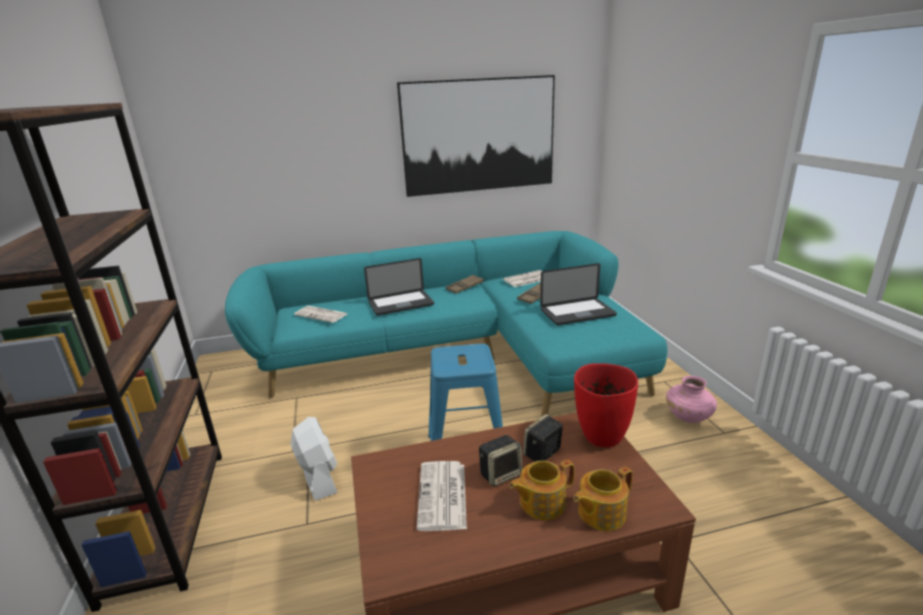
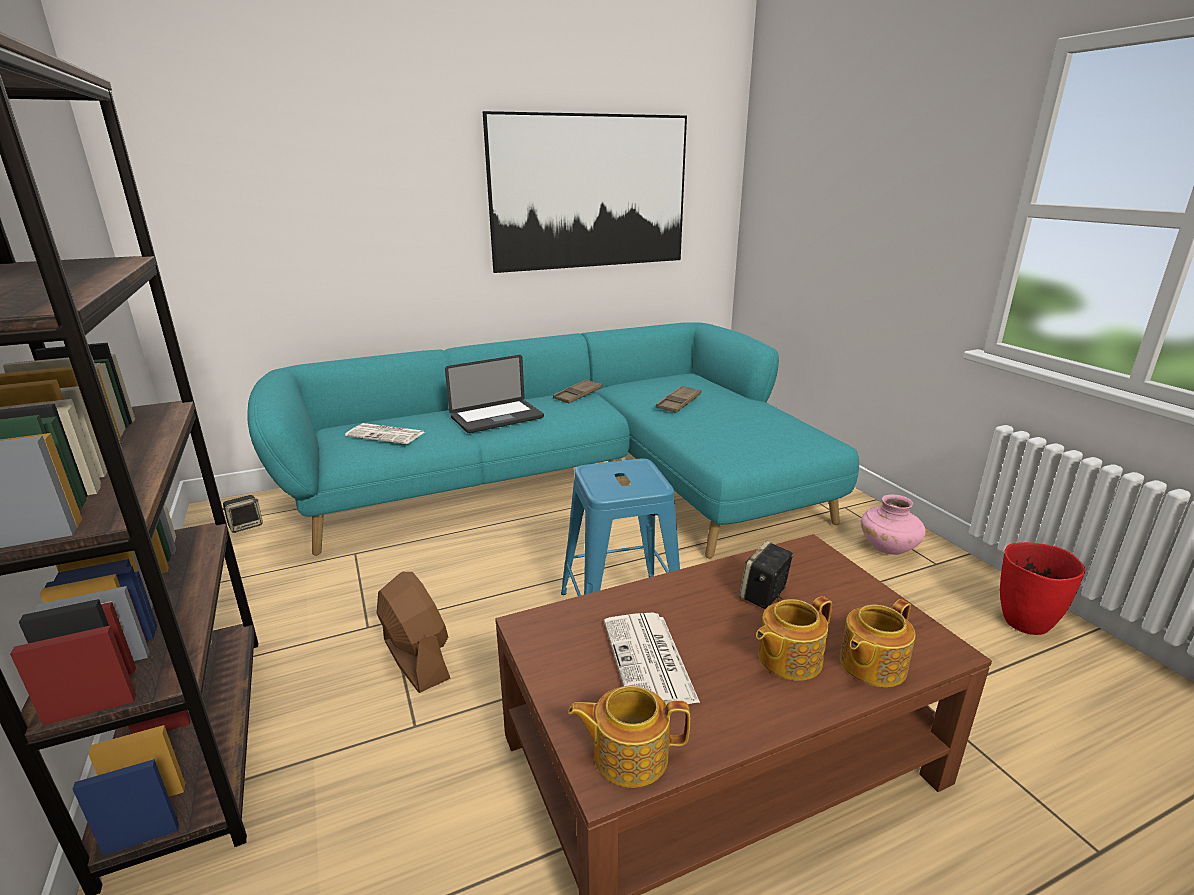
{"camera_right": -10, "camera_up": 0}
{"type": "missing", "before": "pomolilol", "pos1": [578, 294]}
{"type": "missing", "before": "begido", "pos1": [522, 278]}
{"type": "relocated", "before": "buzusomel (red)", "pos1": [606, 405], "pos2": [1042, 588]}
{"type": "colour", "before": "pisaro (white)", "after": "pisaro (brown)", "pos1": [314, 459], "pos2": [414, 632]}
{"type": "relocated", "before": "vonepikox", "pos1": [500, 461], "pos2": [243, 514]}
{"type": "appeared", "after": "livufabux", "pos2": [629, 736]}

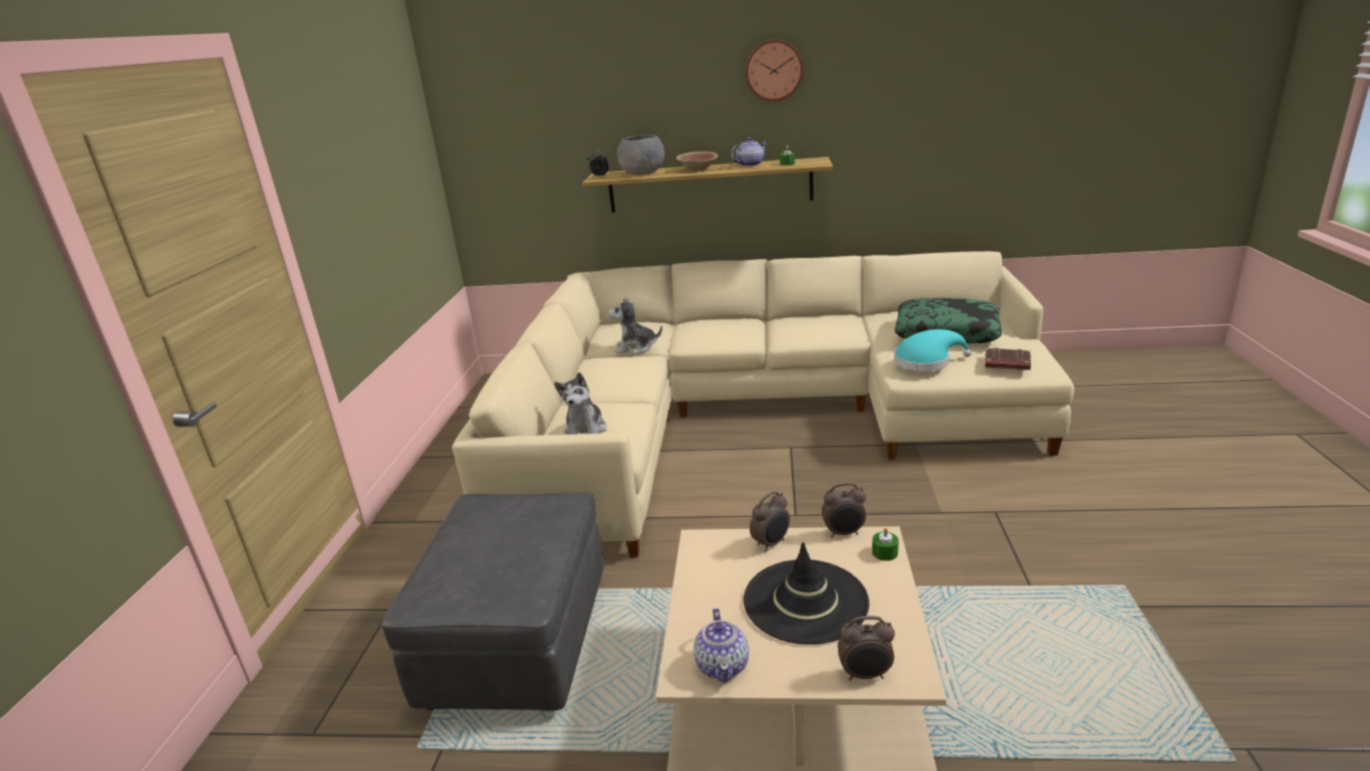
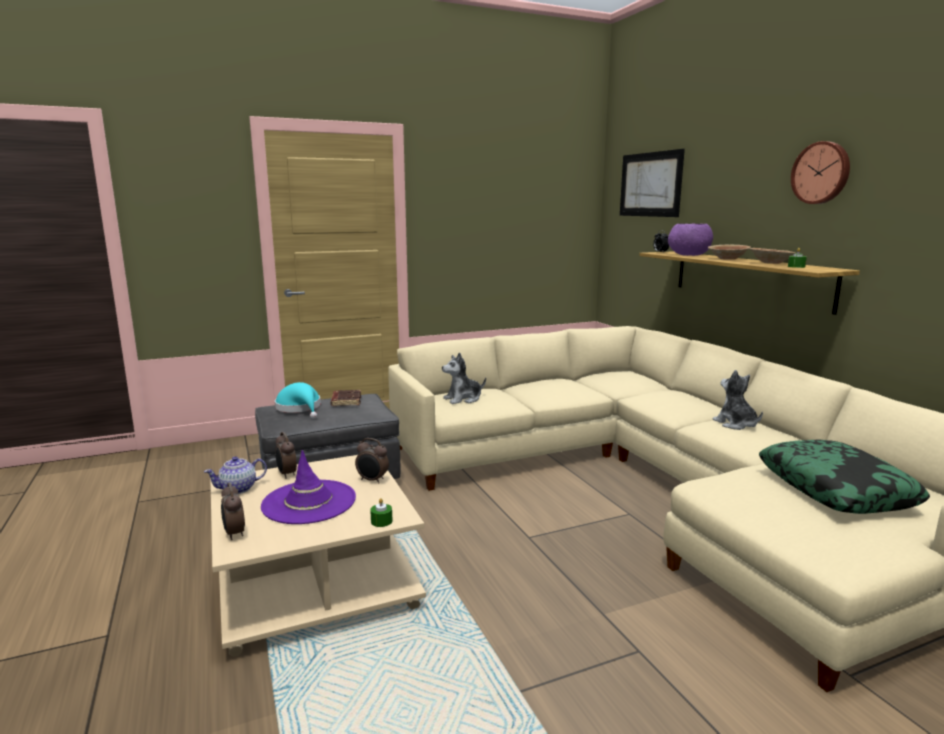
{"camera_right": 60, "camera_up": -10}
{"type": "colour", "before": "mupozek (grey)", "after": "mupozek (purple)", "pos1": [641, 155], "pos2": [690, 240]}
{"type": "exchanged", "before": "livufabux", "after": "mupozek (brown)", "pos1": [749, 152], "pos2": [772, 256]}
{"type": "relocated", "before": "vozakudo", "pos1": [635, 326], "pos2": [737, 400]}
{"type": "relocated", "before": "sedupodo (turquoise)", "pos1": [933, 350], "pos2": [298, 400]}
{"type": "relocated", "before": "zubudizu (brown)", "pos1": [1008, 359], "pos2": [346, 398]}
{"type": "relocated", "before": "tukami", "pos1": [844, 510], "pos2": [286, 455]}
{"type": "colour", "before": "sedupodo (black)", "after": "sedupodo (purple)", "pos1": [806, 593], "pos2": [308, 487]}
{"type": "appeared", "after": "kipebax", "pos2": [652, 183]}

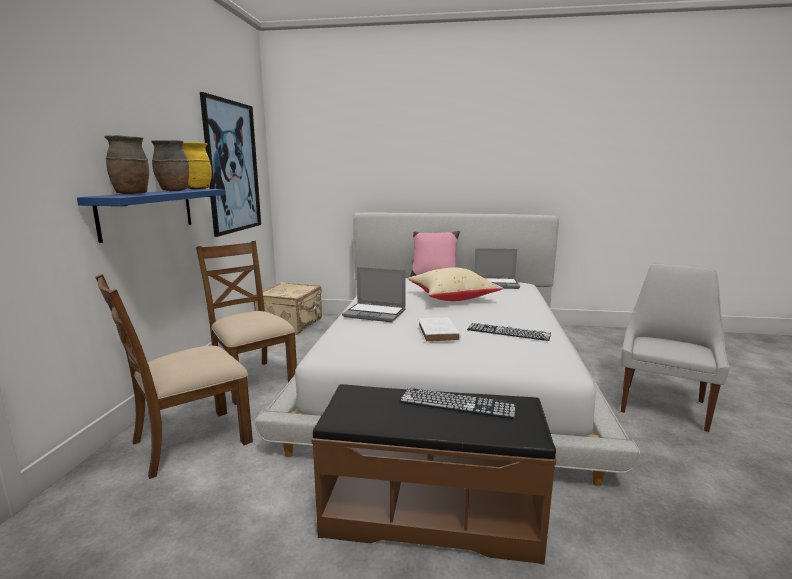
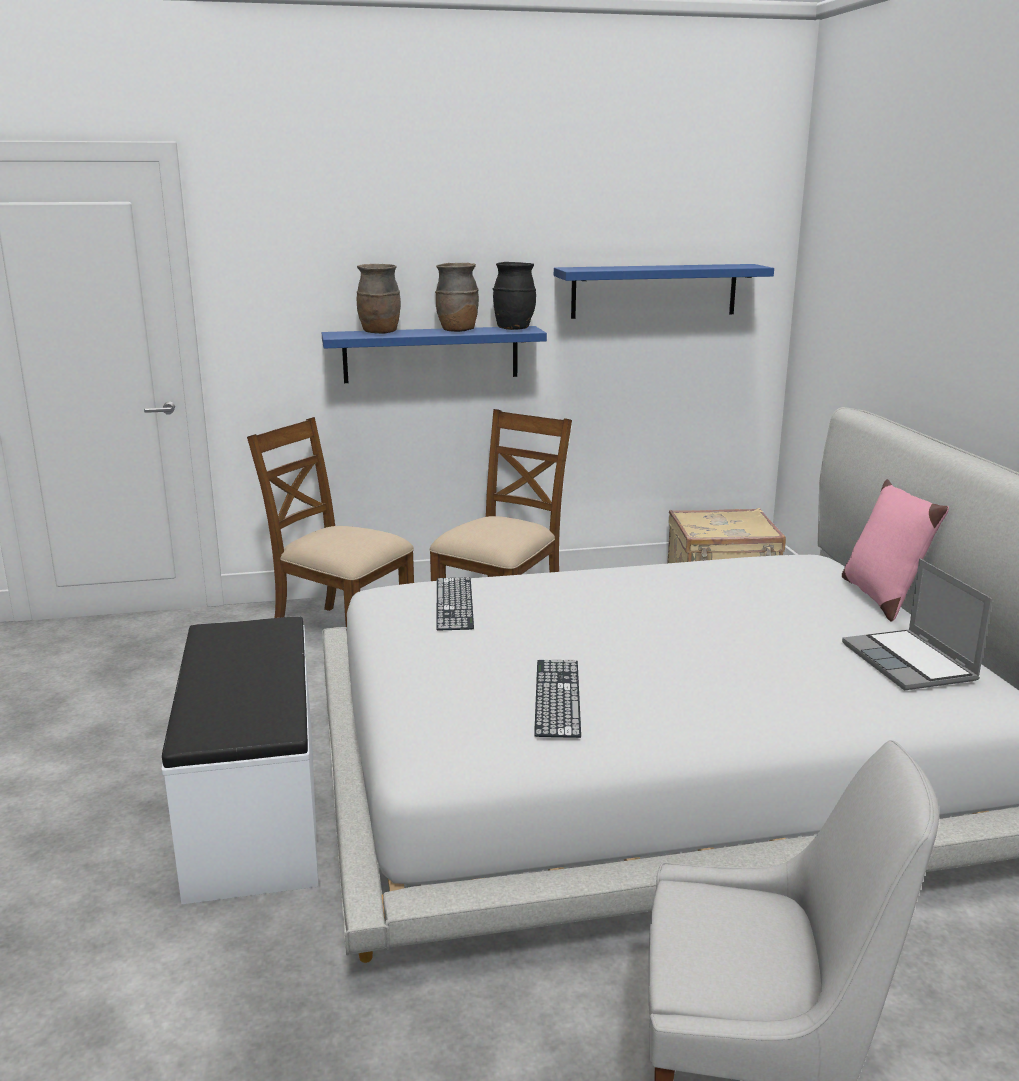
{"camera_right": 70, "camera_up": 5}
{"type": "exchanged", "before": "kipebax", "after": "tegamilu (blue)", "pos1": [230, 164], "pos2": [664, 291]}
{"type": "colour", "before": "buzusomel (yellow)", "after": "buzusomel (black)", "pos1": [197, 166], "pos2": [514, 296]}
{"type": "missing", "before": "pomolilol", "pos1": [374, 294]}
{"type": "missing", "before": "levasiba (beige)", "pos1": [455, 284]}
{"type": "missing", "before": "zubudizu (white)", "pos1": [439, 329]}
{"type": "colour", "before": "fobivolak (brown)", "after": "fobivolak (white)", "pos1": [433, 474], "pos2": [240, 760]}
{"type": "relocated", "before": "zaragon", "pos1": [457, 403], "pos2": [455, 604]}

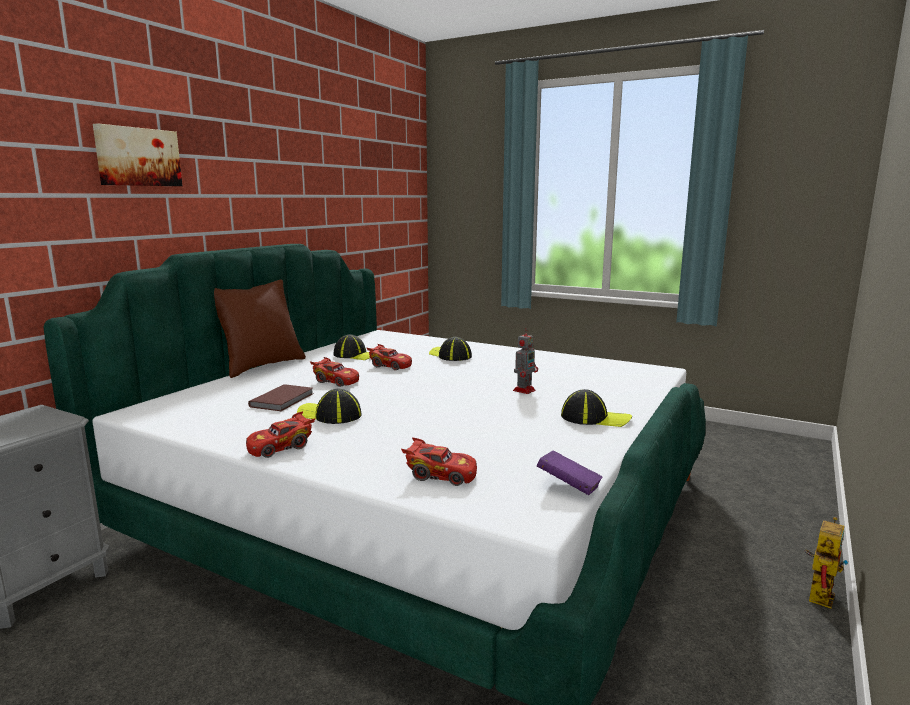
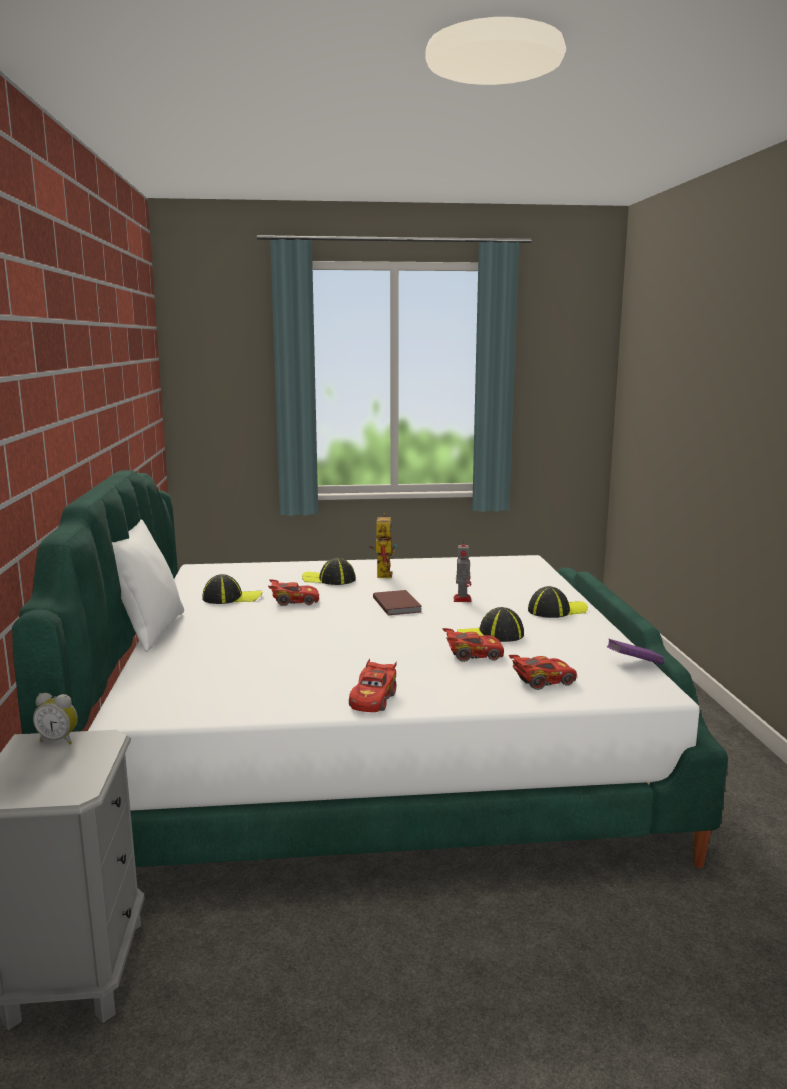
{"camera_right": -35, "camera_up": 0}
{"type": "missing", "before": "kipebax", "pos1": [137, 154]}
{"type": "colour", "before": "levasiba (brown)", "after": "levasiba (white)", "pos1": [260, 329], "pos2": [148, 585]}
{"type": "relocated", "before": "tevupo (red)", "pos1": [334, 372], "pos2": [473, 645]}
{"type": "relocated", "before": "zubudizu (brown)", "pos1": [280, 397], "pos2": [397, 602]}
{"type": "relocated", "before": "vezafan", "pos1": [329, 406], "pos2": [490, 624]}
{"type": "relocated", "before": "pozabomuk", "pos1": [826, 563], "pos2": [383, 545]}
{"type": "appeared", "after": "tukami", "pos2": [55, 718]}

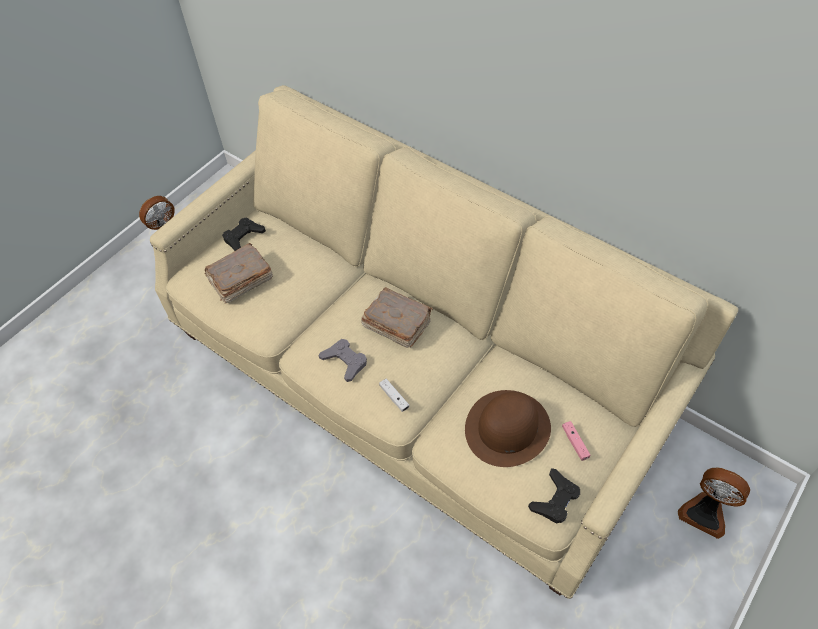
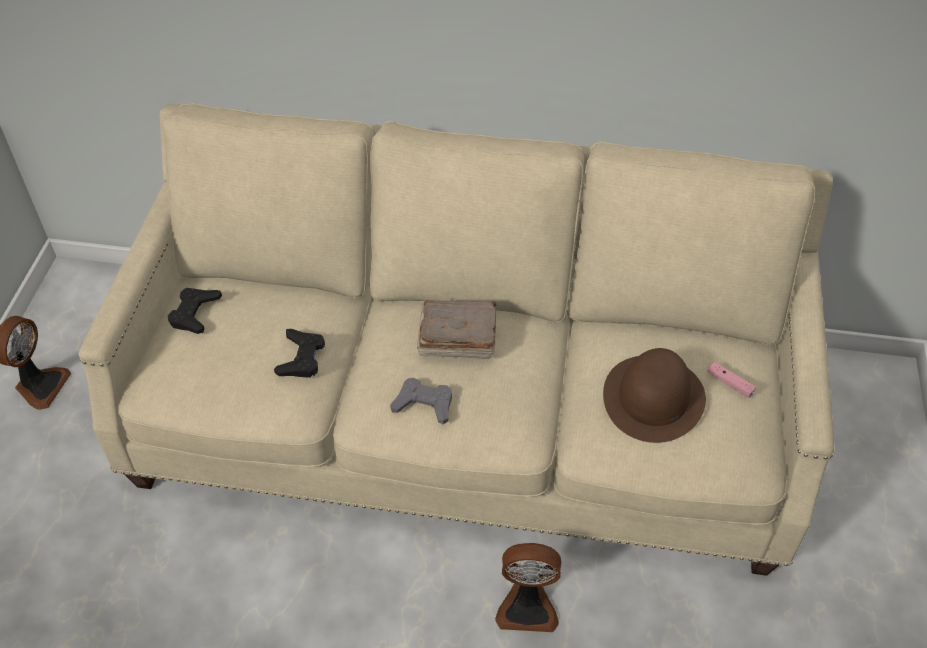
{"camera_right": -30, "camera_up": -5}
{"type": "missing", "before": "zubudizu (brown)", "pos1": [239, 273]}
{"type": "missing", "before": "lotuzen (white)", "pos1": [394, 395]}
{"type": "relocated", "before": "lotuzen (black)", "pos1": [554, 495], "pos2": [299, 353]}
{"type": "relocated", "before": "pisaro", "pos1": [714, 503], "pos2": [528, 587]}

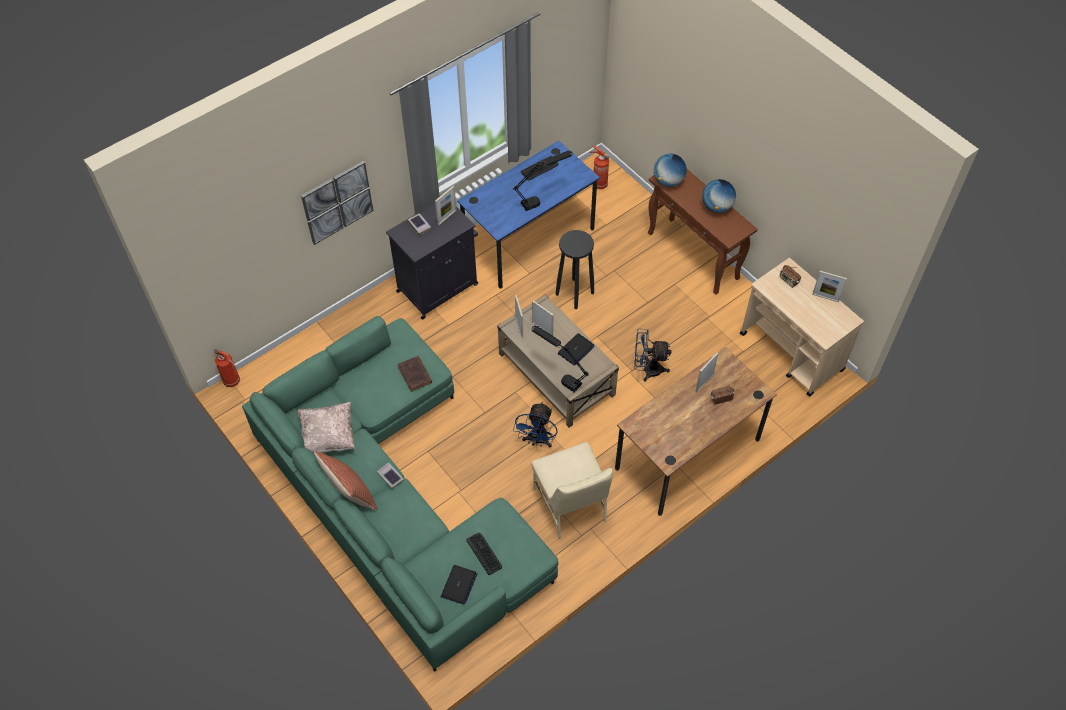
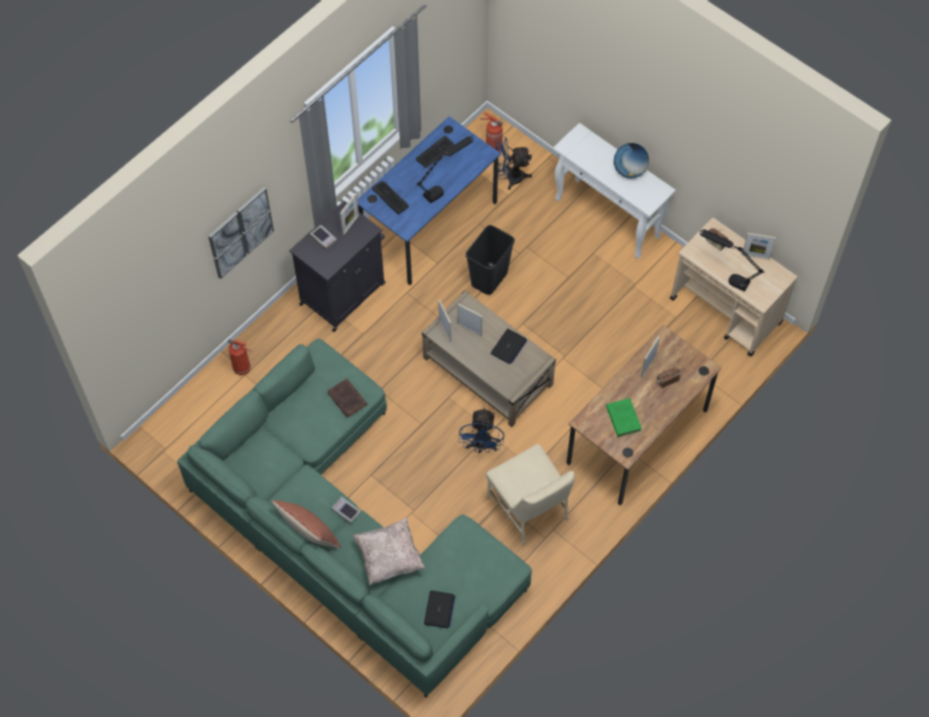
{"camera_right": -10, "camera_up": 5}
{"type": "missing", "before": "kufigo", "pos1": [670, 170]}
{"type": "colour", "before": "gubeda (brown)", "after": "gubeda (white)", "pos1": [703, 232], "pos2": [614, 191]}
{"type": "exchanged", "before": "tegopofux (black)", "after": "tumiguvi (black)", "pos1": [575, 269], "pos2": [490, 260]}
{"type": "relocated", "before": "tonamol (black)", "pos1": [560, 359], "pos2": [732, 260]}
{"type": "relocated", "before": "pisaro (blue)", "pos1": [653, 355], "pos2": [513, 163]}
{"type": "relocated", "before": "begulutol", "pos1": [227, 368], "pos2": [239, 357]}
{"type": "relocated", "before": "levasiba (beige)", "pos1": [326, 427], "pos2": [389, 551]}
{"type": "relocated", "before": "zaragon", "pos1": [484, 554], "pos2": [390, 197]}
{"type": "appeared", "after": "zubudizu (green)", "pos2": [624, 417]}

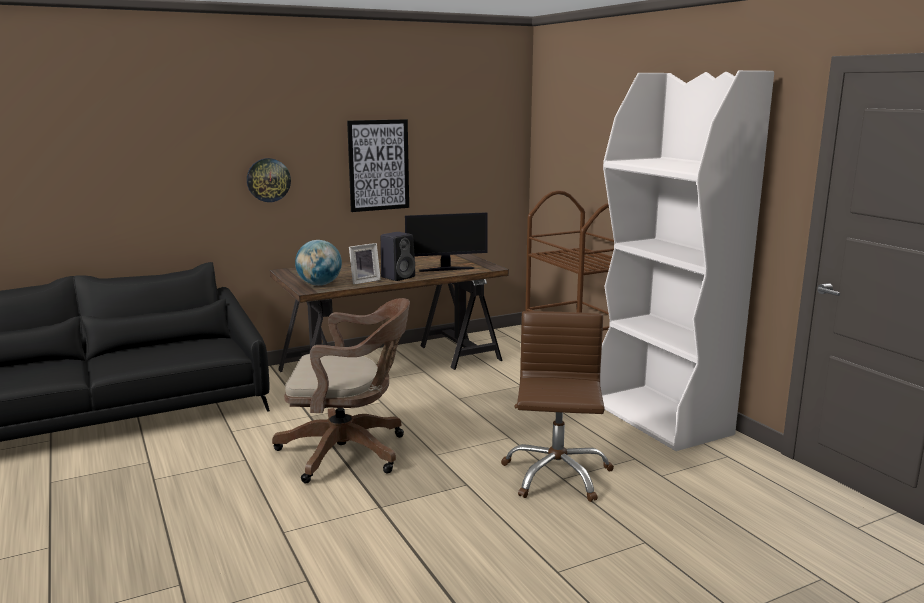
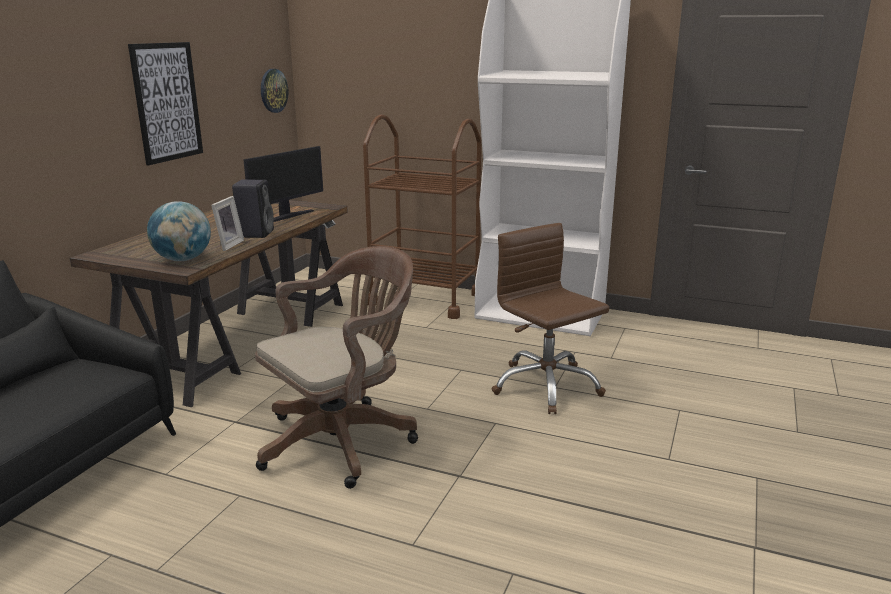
{"camera_right": -40, "camera_up": 5}
{"type": "relocated", "before": "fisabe", "pos1": [269, 180], "pos2": [274, 91]}

